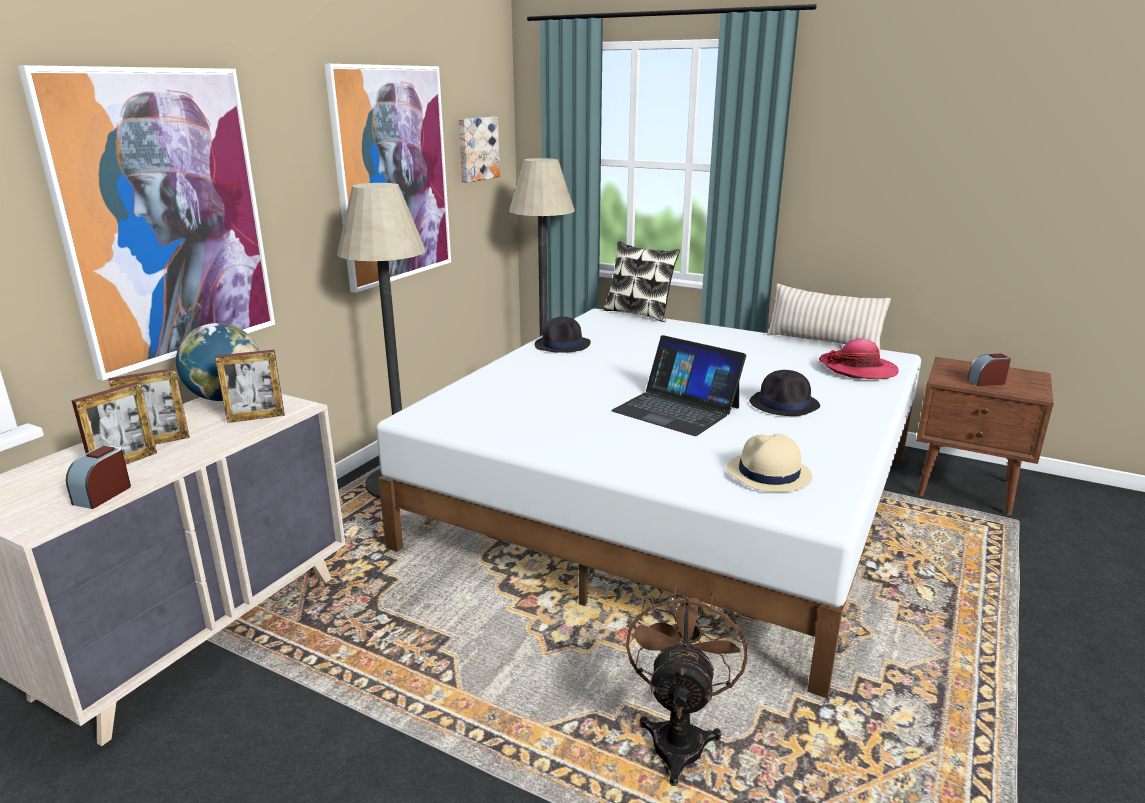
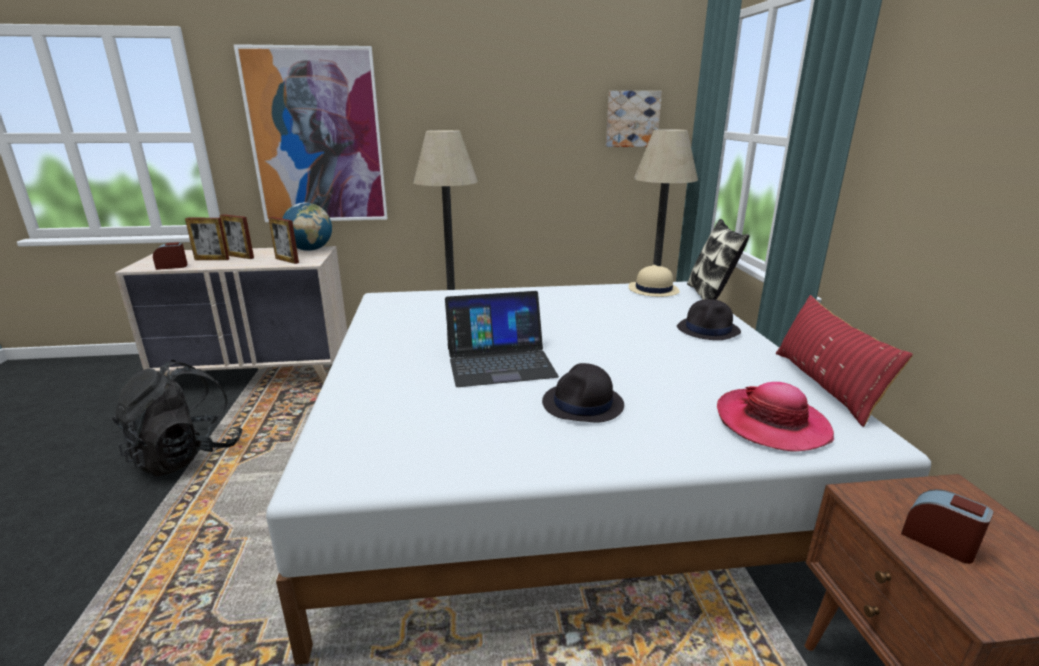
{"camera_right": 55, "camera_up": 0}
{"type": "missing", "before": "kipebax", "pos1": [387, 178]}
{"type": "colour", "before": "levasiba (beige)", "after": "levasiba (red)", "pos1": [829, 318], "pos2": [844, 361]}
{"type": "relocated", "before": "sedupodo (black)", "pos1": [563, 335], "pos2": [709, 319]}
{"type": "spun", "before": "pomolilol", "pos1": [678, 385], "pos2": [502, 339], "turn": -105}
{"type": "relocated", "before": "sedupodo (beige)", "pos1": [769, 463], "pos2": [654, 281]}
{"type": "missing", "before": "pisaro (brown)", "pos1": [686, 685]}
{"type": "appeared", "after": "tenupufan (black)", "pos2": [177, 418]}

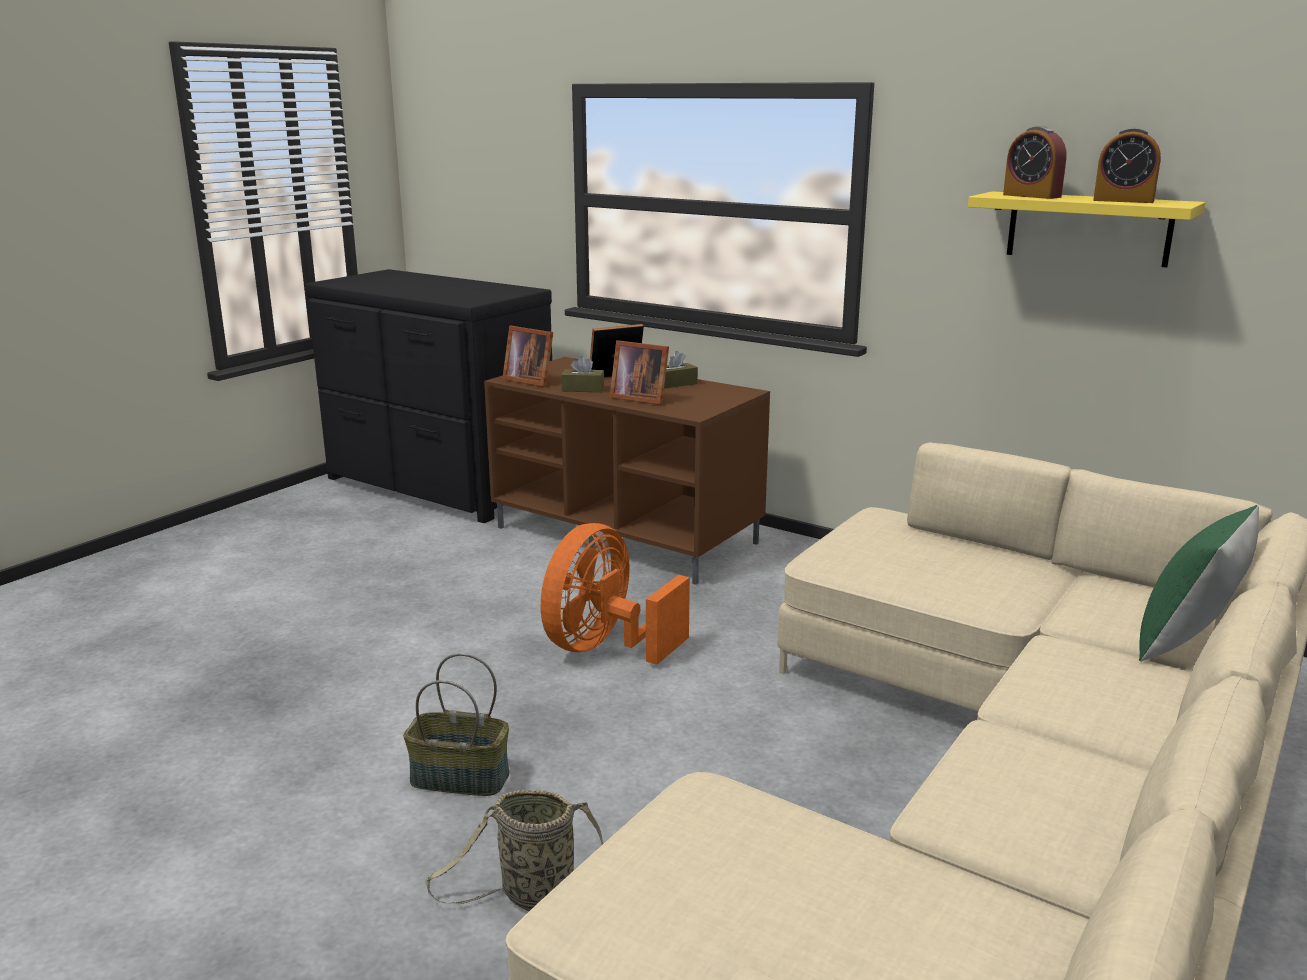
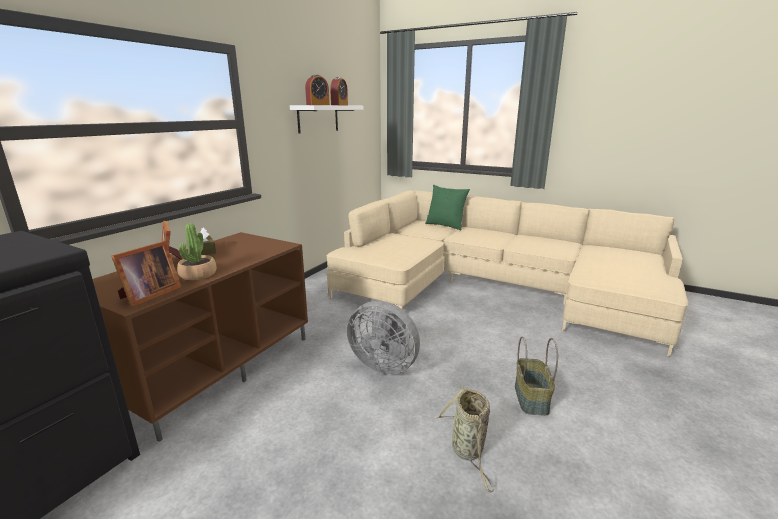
{"camera_right": -95, "camera_up": 0}
{"type": "colour", "before": "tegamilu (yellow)", "after": "tegamilu (white)", "pos1": [1086, 229], "pos2": [327, 119]}
{"type": "missing", "before": "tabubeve", "pos1": [639, 372]}
{"type": "exchanged", "before": "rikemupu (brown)", "after": "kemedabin", "pos1": [582, 374], "pos2": [197, 251]}
{"type": "colour", "before": "pisaro (orange)", "after": "pisaro (grey)", "pos1": [615, 594], "pos2": [383, 337]}
{"type": "relocated", "before": "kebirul", "pos1": [514, 850], "pos2": [465, 439]}

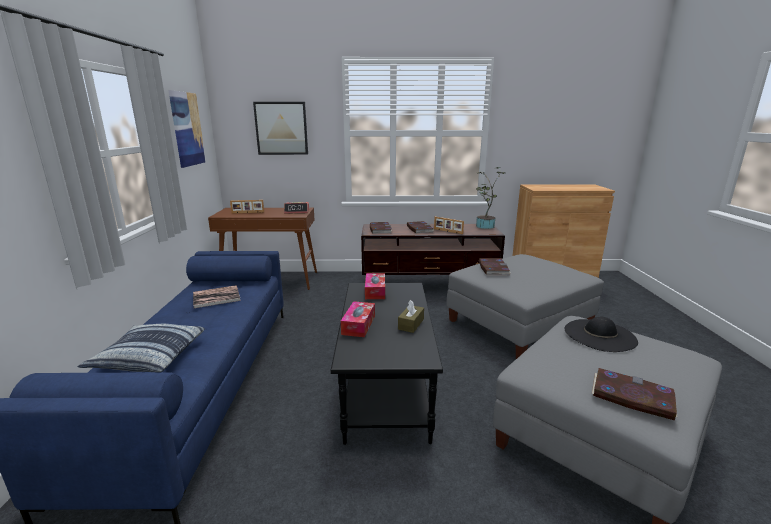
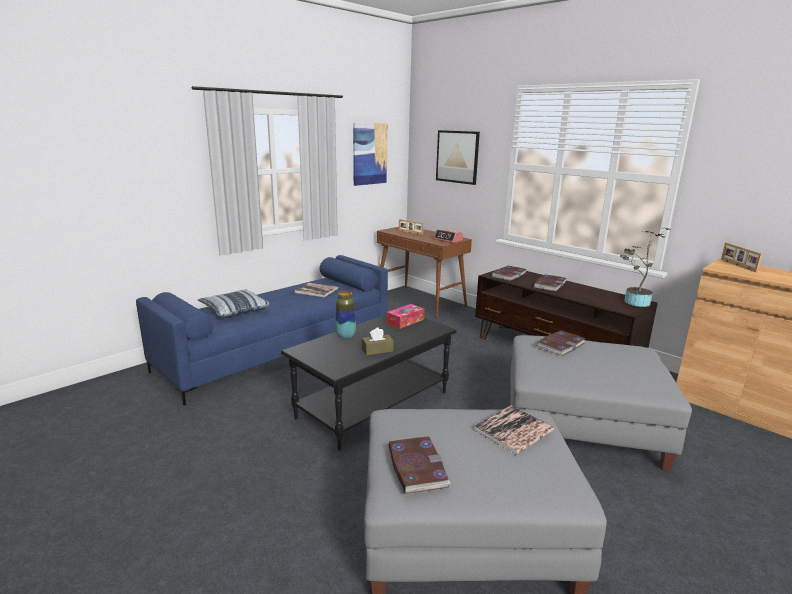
{"camera_right": 45, "camera_up": 0}
{"type": "relocated", "before": "tabubeve", "pos1": [449, 225], "pos2": [742, 257]}
{"type": "exchanged", "before": "rikemupu", "after": "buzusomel", "pos1": [358, 319], "pos2": [345, 315]}
{"type": "exchanged", "before": "sedupodo (black)", "after": "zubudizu", "pos1": [601, 334], "pos2": [514, 430]}

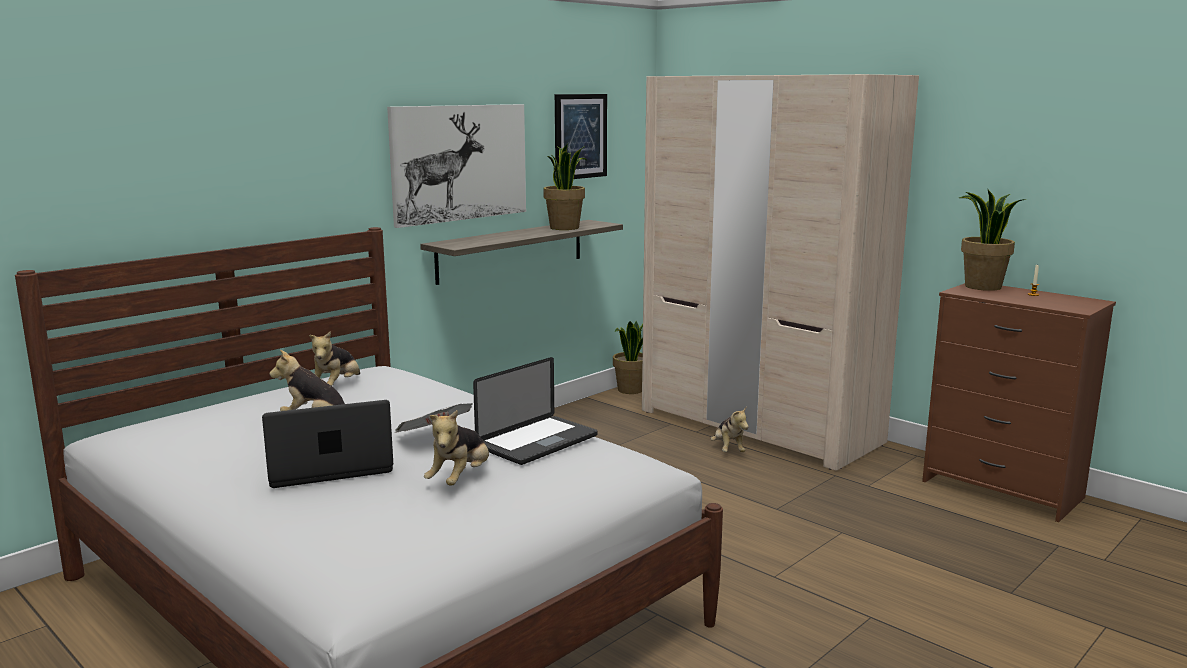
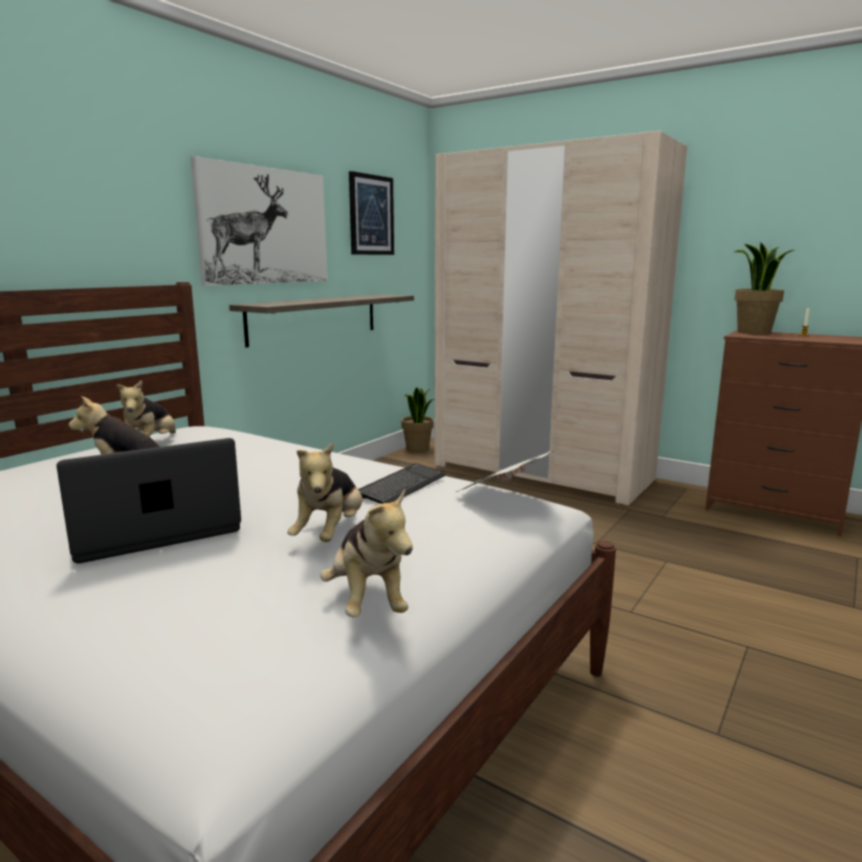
{"camera_right": -10, "camera_up": 0}
{"type": "missing", "before": "kemedabin", "pos1": [565, 186]}
{"type": "exchanged", "before": "pomolilol", "after": "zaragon", "pos1": [535, 411], "pos2": [402, 483]}
{"type": "relocated", "before": "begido", "pos1": [434, 417], "pos2": [505, 471]}
{"type": "relocated", "before": "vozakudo", "pos1": [729, 429], "pos2": [366, 553]}

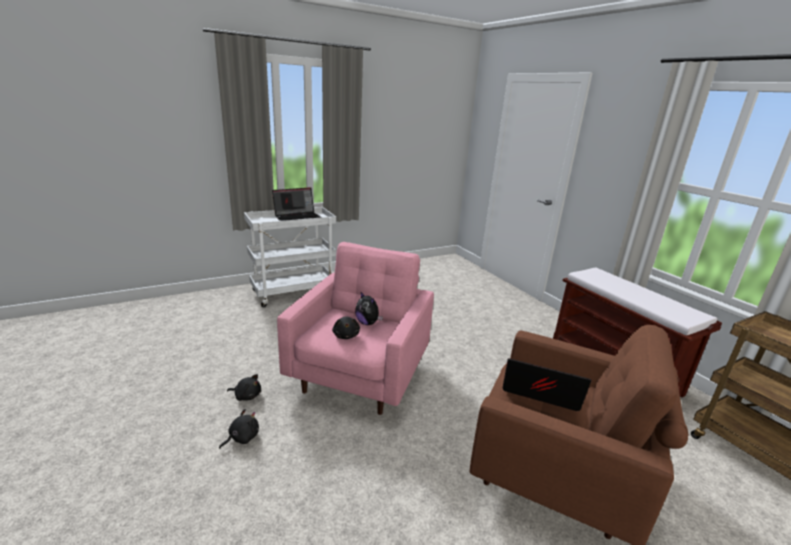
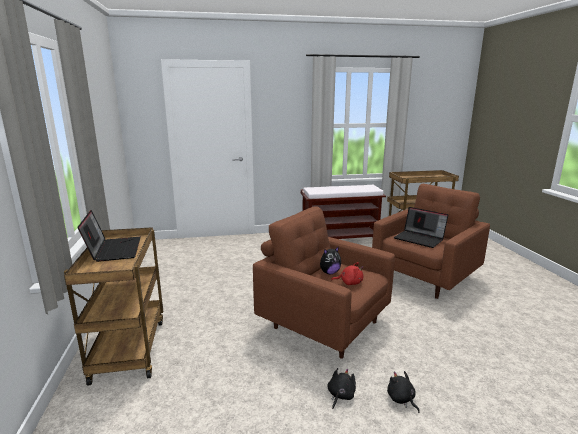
{"camera_right": -70, "camera_up": -5}
{"type": "colour", "before": "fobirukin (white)", "after": "fobirukin (brown)", "pos1": [290, 257], "pos2": [113, 306]}
{"type": "colour", "before": "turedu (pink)", "after": "turedu (brown)", "pos1": [355, 328], "pos2": [324, 282]}
{"type": "colour", "before": "vozakudo (black)", "after": "vozakudo (red)", "pos1": [346, 327], "pos2": [347, 273]}
{"type": "spun", "before": "pomolilol", "pos1": [547, 384], "pos2": [421, 227], "turn": -90}

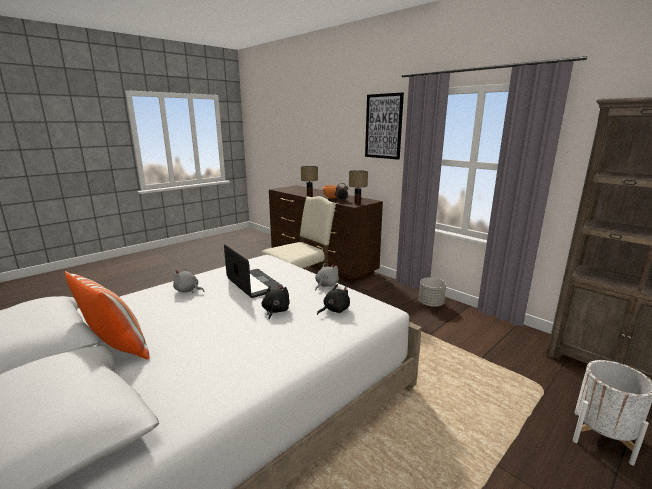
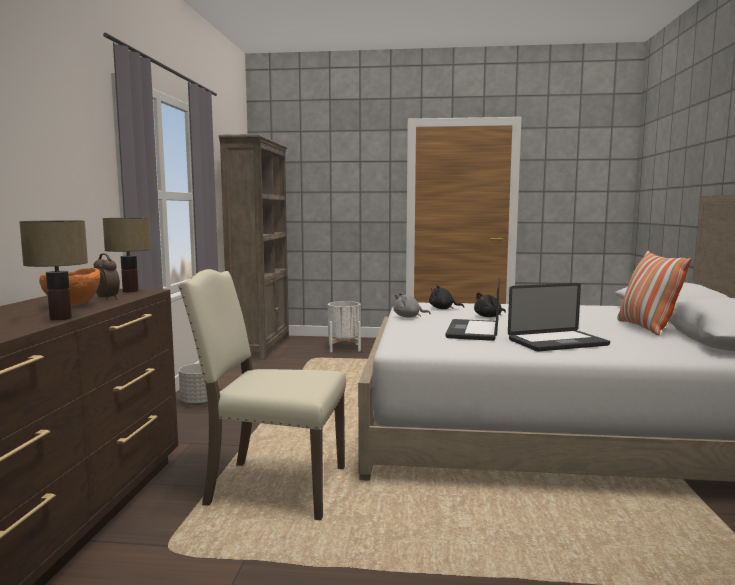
{"camera_right": -130, "camera_up": -10}
{"type": "missing", "before": "kipebax", "pos1": [384, 126]}
{"type": "exchanged", "before": "vozakudo (grey)", "after": "pomolilol", "pos1": [188, 280], "pos2": [559, 317]}

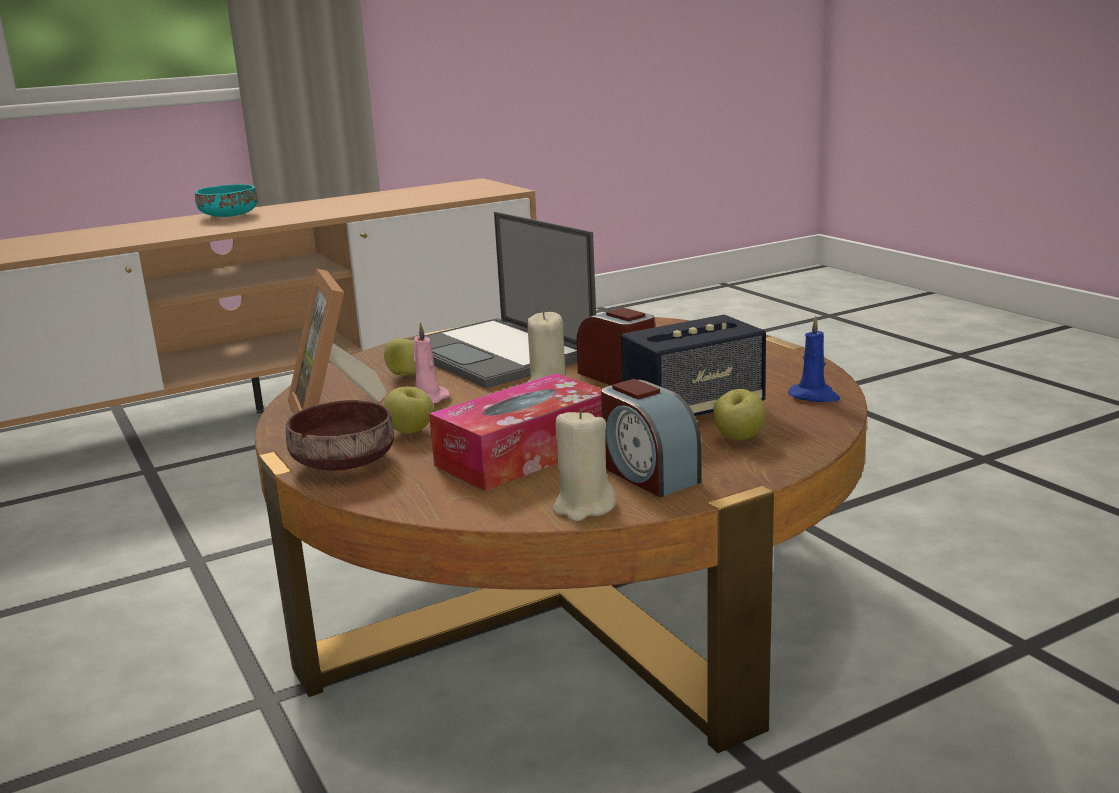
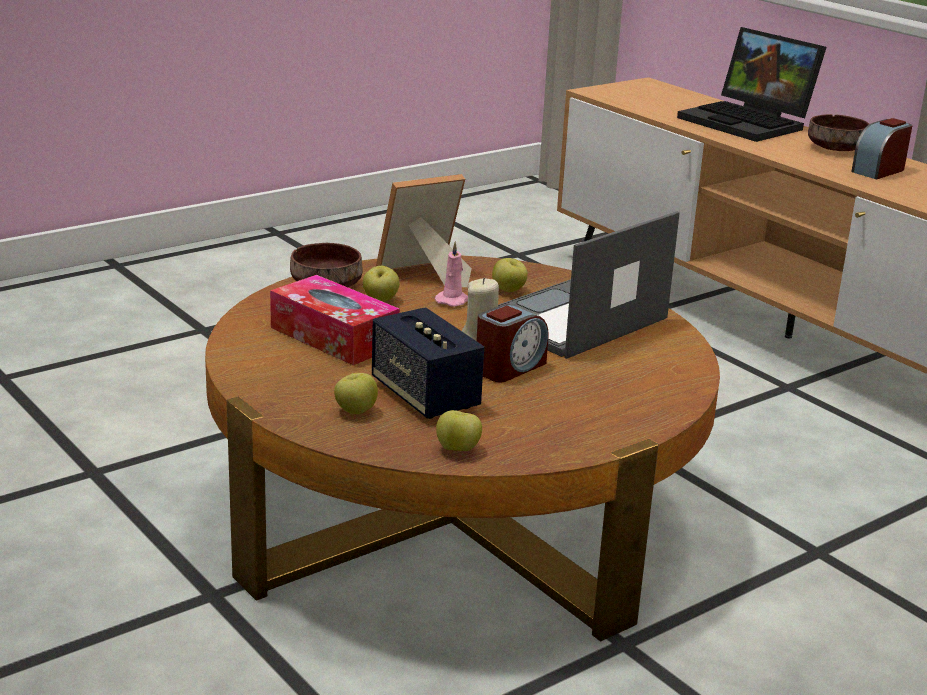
{"camera_right": 80, "camera_up": 5}
{"type": "colour", "before": "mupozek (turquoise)", "after": "mupozek (brown)", "pos1": [226, 200], "pos2": [838, 132]}
{"type": "exchanged", "before": "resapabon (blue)", "after": "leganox", "pos1": [814, 359], "pos2": [459, 430]}
{"type": "relocated", "before": "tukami", "pos1": [651, 438], "pos2": [881, 149]}
{"type": "missing", "before": "resapabon (beige)", "pos1": [585, 465]}
{"type": "appeared", "after": "pomolilol", "pos2": [752, 84]}

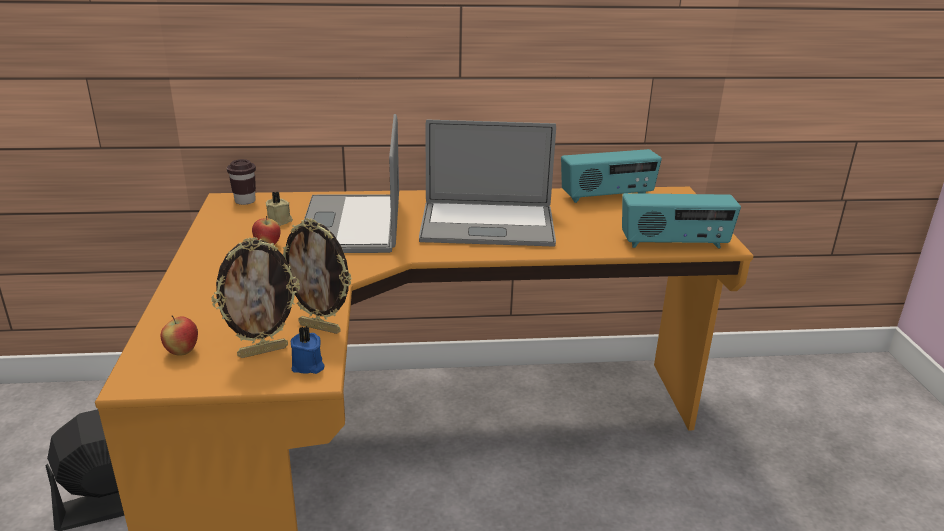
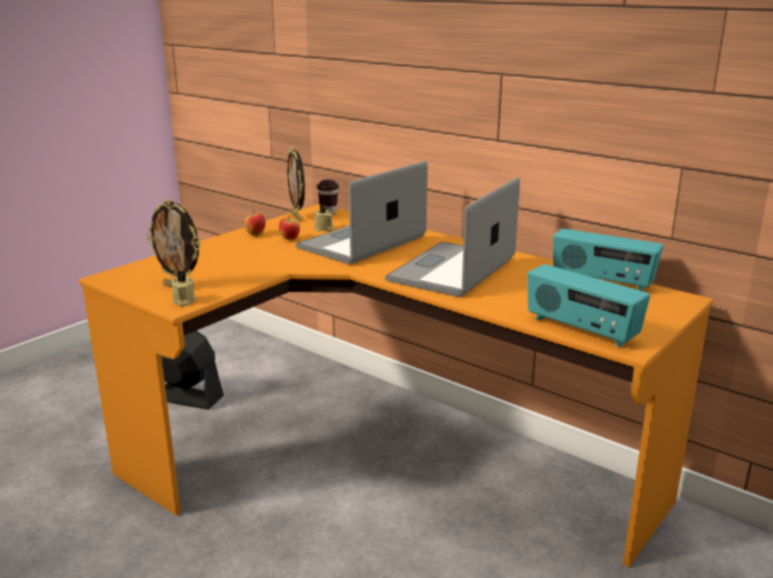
{"camera_right": 45, "camera_up": -5}
{"type": "spun", "before": "pomolilol", "pos1": [487, 183], "pos2": [452, 237], "turn": 75}
{"type": "relocated", "before": "tabubeve", "pos1": [317, 276], "pos2": [295, 184]}
{"type": "relocated", "before": "leganox", "pos1": [179, 335], "pos2": [255, 223]}
{"type": "colour", "before": "resapabon (blue)", "after": "resapabon (beige)", "pos1": [307, 350], "pos2": [184, 288]}

